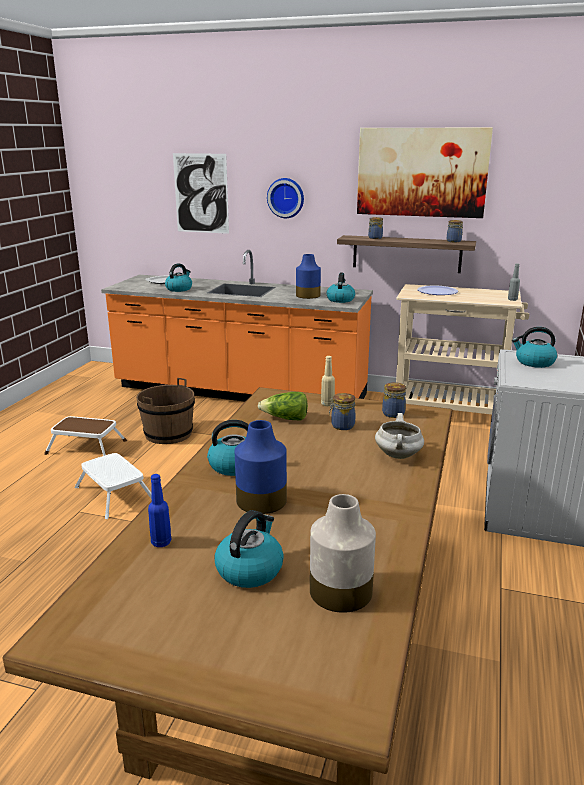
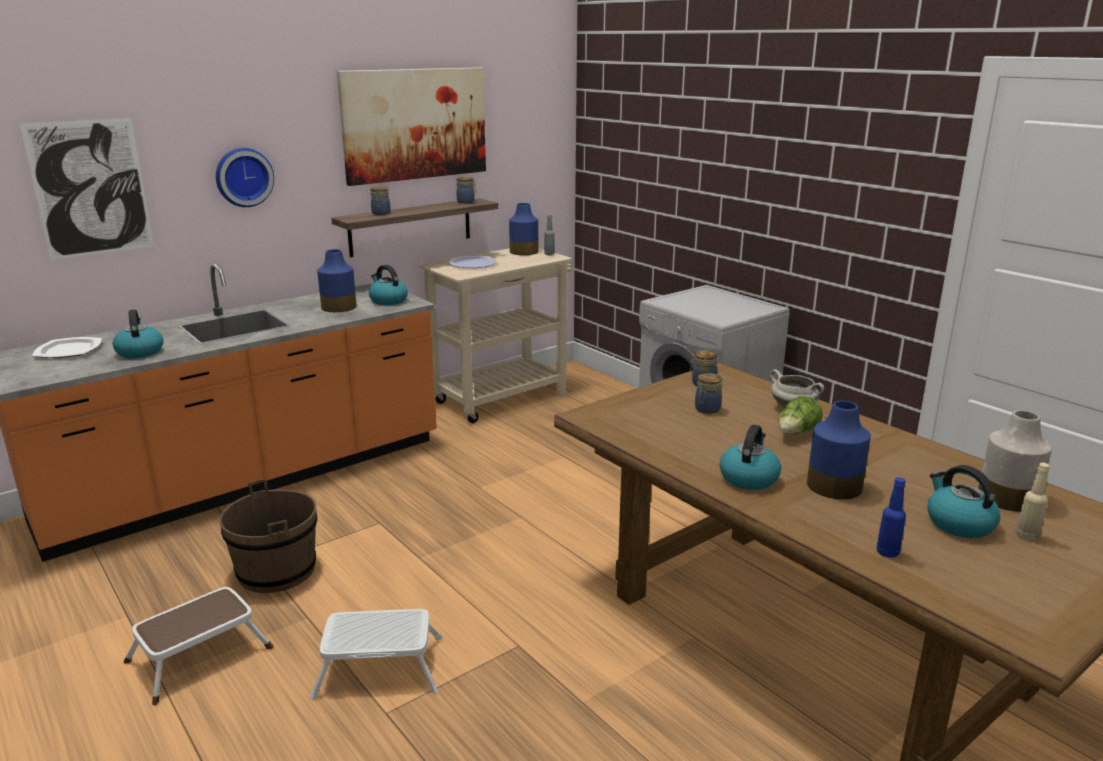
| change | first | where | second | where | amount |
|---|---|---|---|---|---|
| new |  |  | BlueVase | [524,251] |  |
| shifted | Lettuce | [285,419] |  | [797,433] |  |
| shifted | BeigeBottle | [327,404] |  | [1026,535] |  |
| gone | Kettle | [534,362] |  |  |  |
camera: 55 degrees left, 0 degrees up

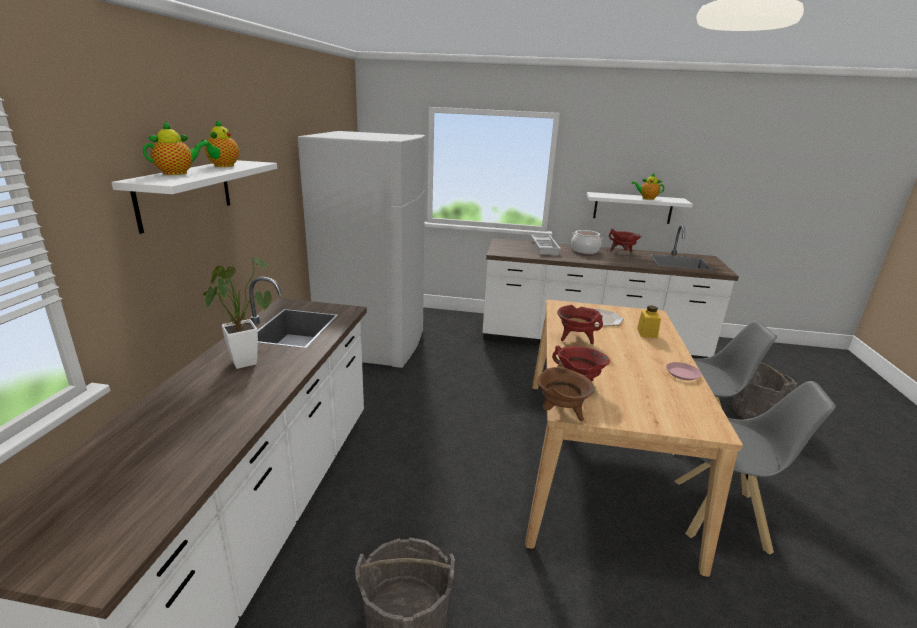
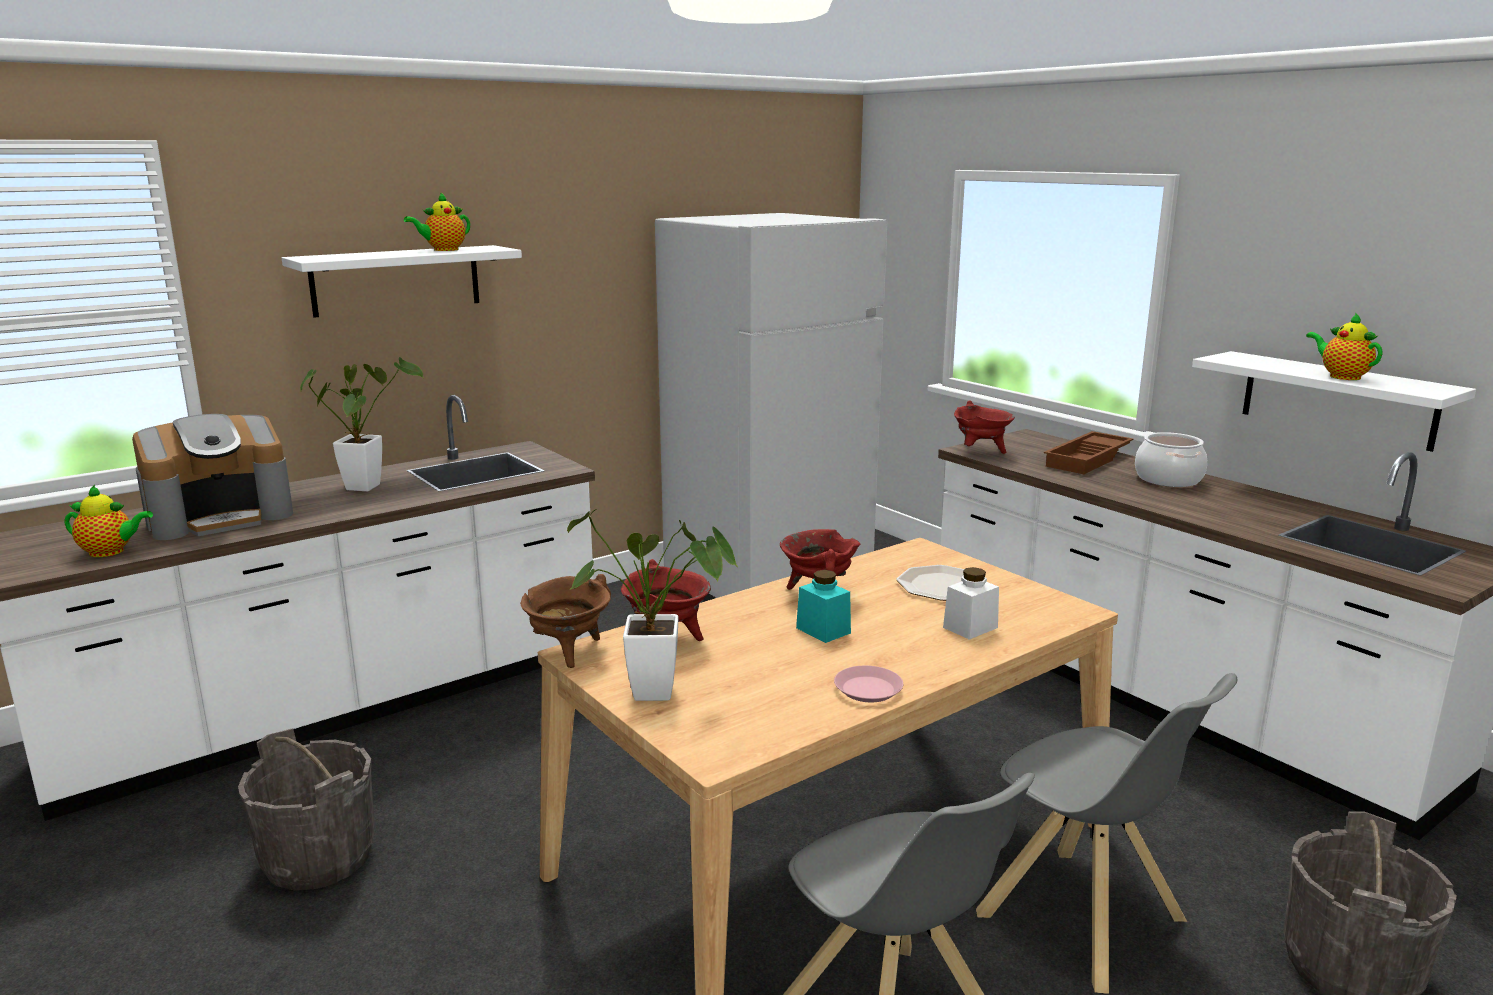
| change | first | where | second | where | amount |
|---|---|---|---|---|---|
| shifted | Teapot | [178,173] |  | [110,552] |  |
| new |  |  | CoffeeMachine | [221,517] |  |
| new |  |  | PottedPlant | [665,693] |  |
| new |  |  | TurquoiseJar | [823,630] |  |
| repainted | YellowJar | [647,333] | WhiteJar | [970,627] |  |
| shifted | RedCookingPot | [622,252] |  | [980,452] |  |
| repainted | WhiteTray | [545,248] | BrownTray | [1089,459] |  |
camera: 45 degrees right, 5 degrees down

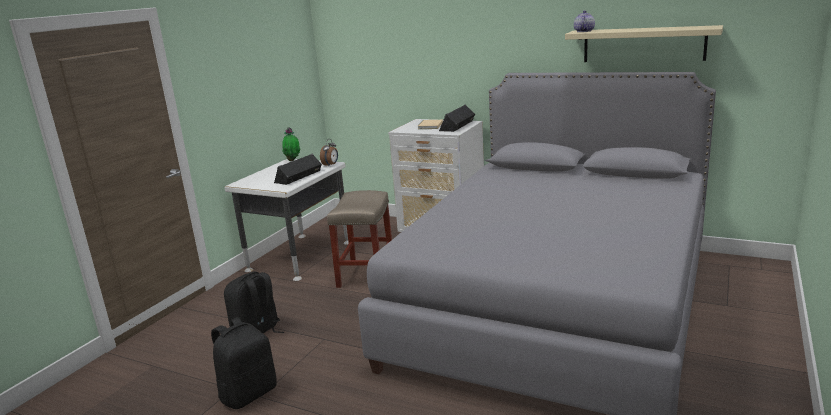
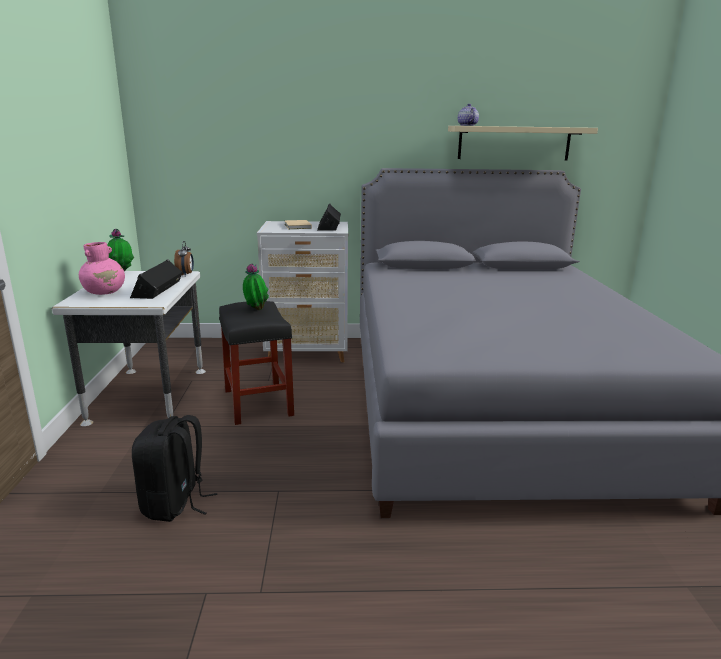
| change | first | where | second | where | amount |
|---|---|---|---|---|---|
| new |  |  | PinkVase | [105,292] |  |
| repainted | BeigeStool | [366,274] | BlackStool | [258,403] |  |
| new |  |  | PottedPlant | [255,310] |  |
| gone | BlackBackpack | [248,393] |  |  |  |
camera: 30 degrees left, 0 degrees up

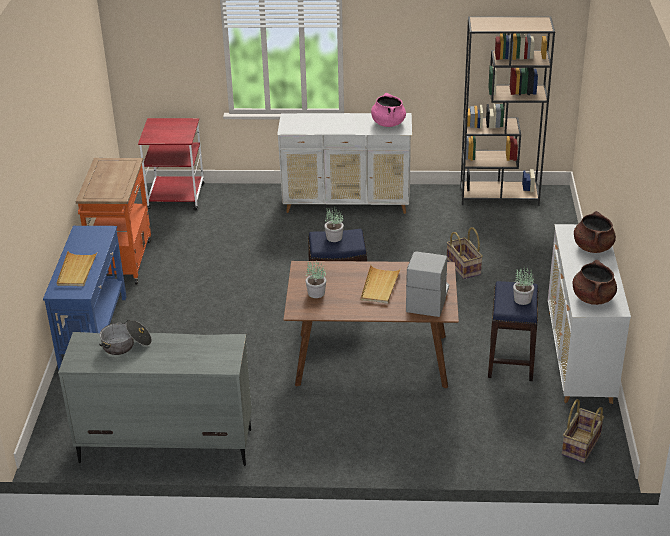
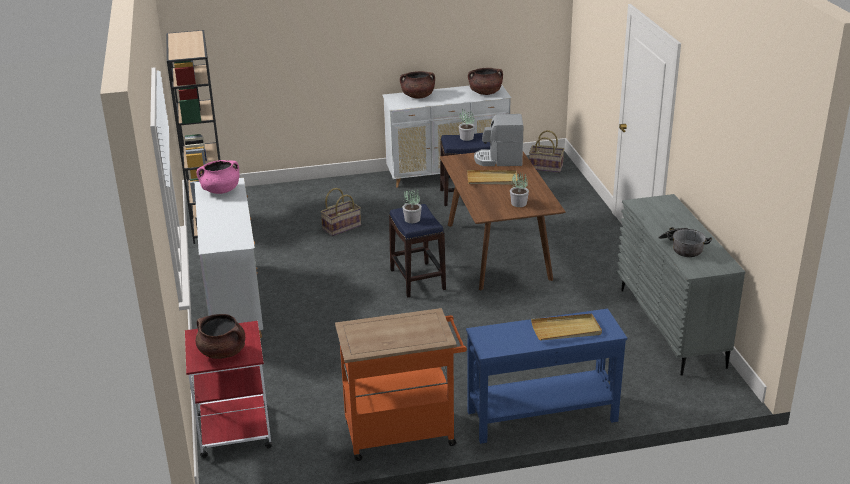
| change | first | where | second | where | amount |
|---|---|---|---|---|---|
| new |  |  | BrownCookingPot | [223,352] |  |
camera: 105 degrees left, 5 degrees down

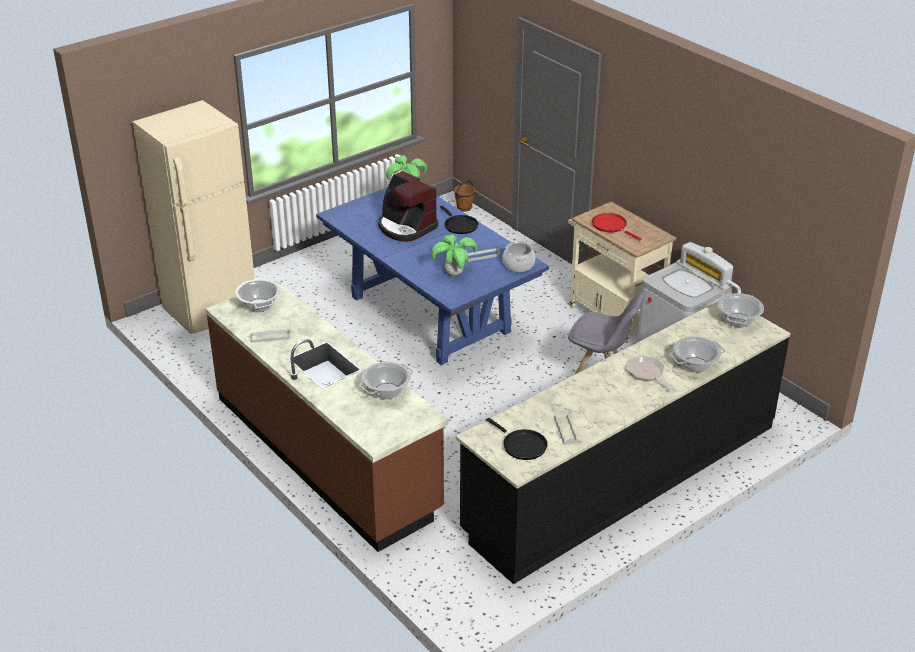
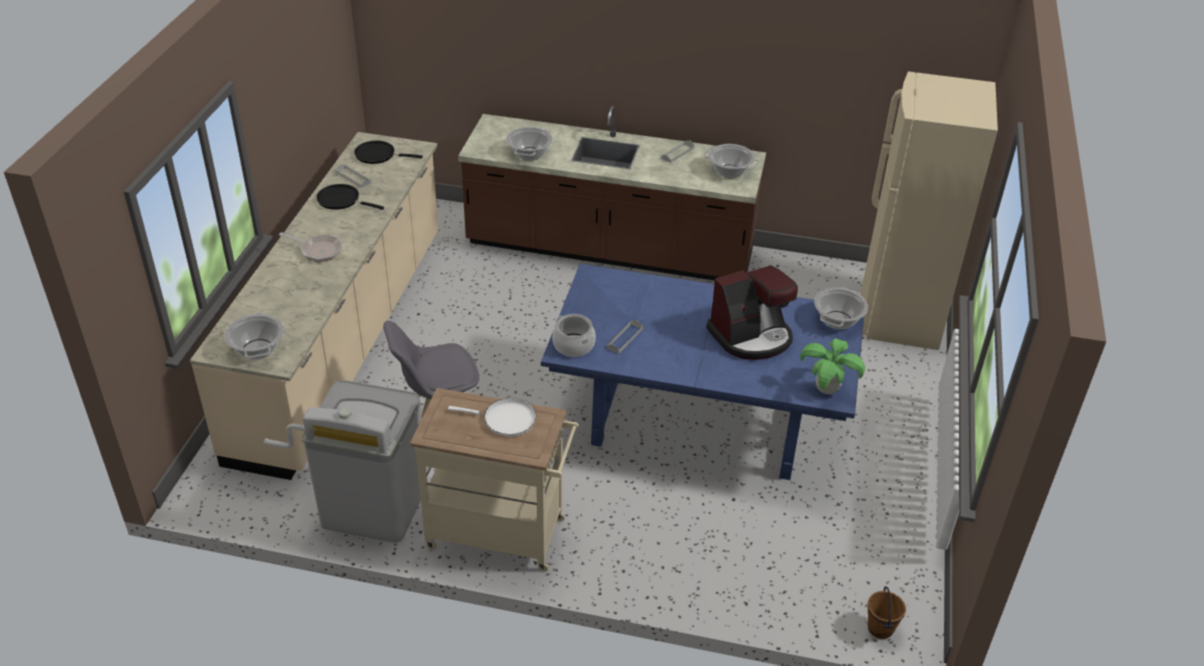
| change | first | where | second | where | amount |
|---|---|---|---|---|---|
| repainted | BlackCounter | [622,478] | BeigeCounter | [343,342] |  |
| shifted | BlackFryingPan | [459,225] |  | [341,200] |  |
| repainted | RedFryingPan | [611,226] | WhiteFryingPan | [506,420] |  |
| rotated | CoffeeMachine | [406,227] |  | [751,336] | 150 degrees clockwise |
| shifted | CookingPot | [695,365] |  | [837,320] |  |
| gone | PottedPlant | [454,273] |  |  |  |
camera: 140 degrees right, 5 degrees up

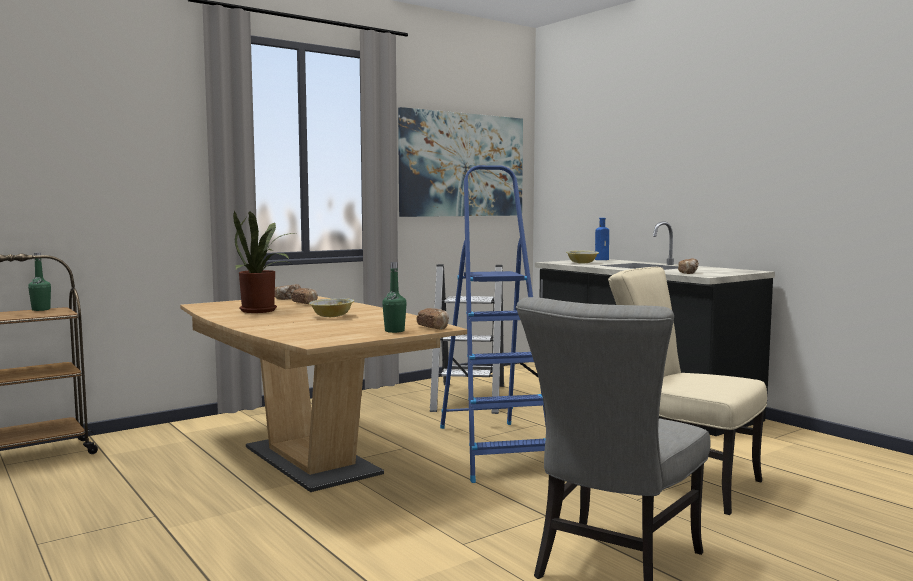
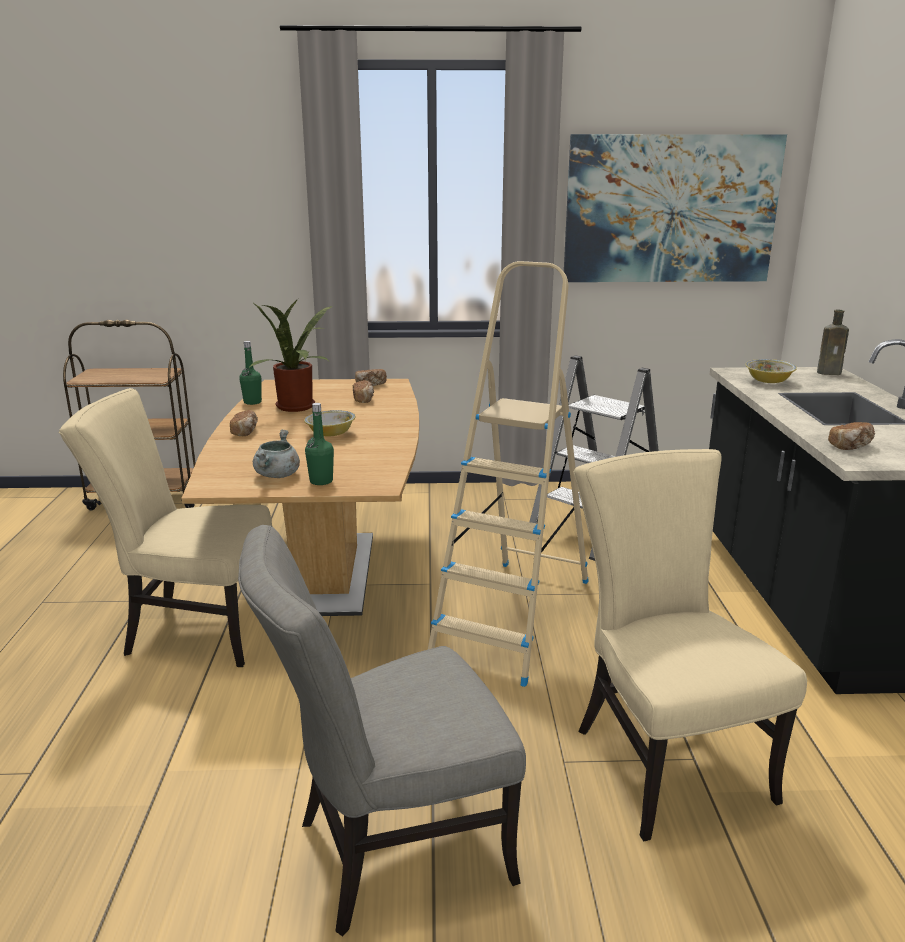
| change | first | where | second | where | amount |
|---|---|---|---|---|---|
| new |  |  | BeigeChair | [193,629] |  |
| shifted | Bread | [433,328] |  | [245,432] |  |
| shifted | GreenBottle | [41,309] |  | [252,402] |  |
| new |  |  | GreyCookingPot | [277,475] |  |
| repainted | BlueStepLadder | [493,449] | BeigeStepLadder | [513,617] |  |
| repainted | BlueBottle | [602,259] | BrownBottle | [830,373] |  |
camera: 35 degrees right, 15 degrees up

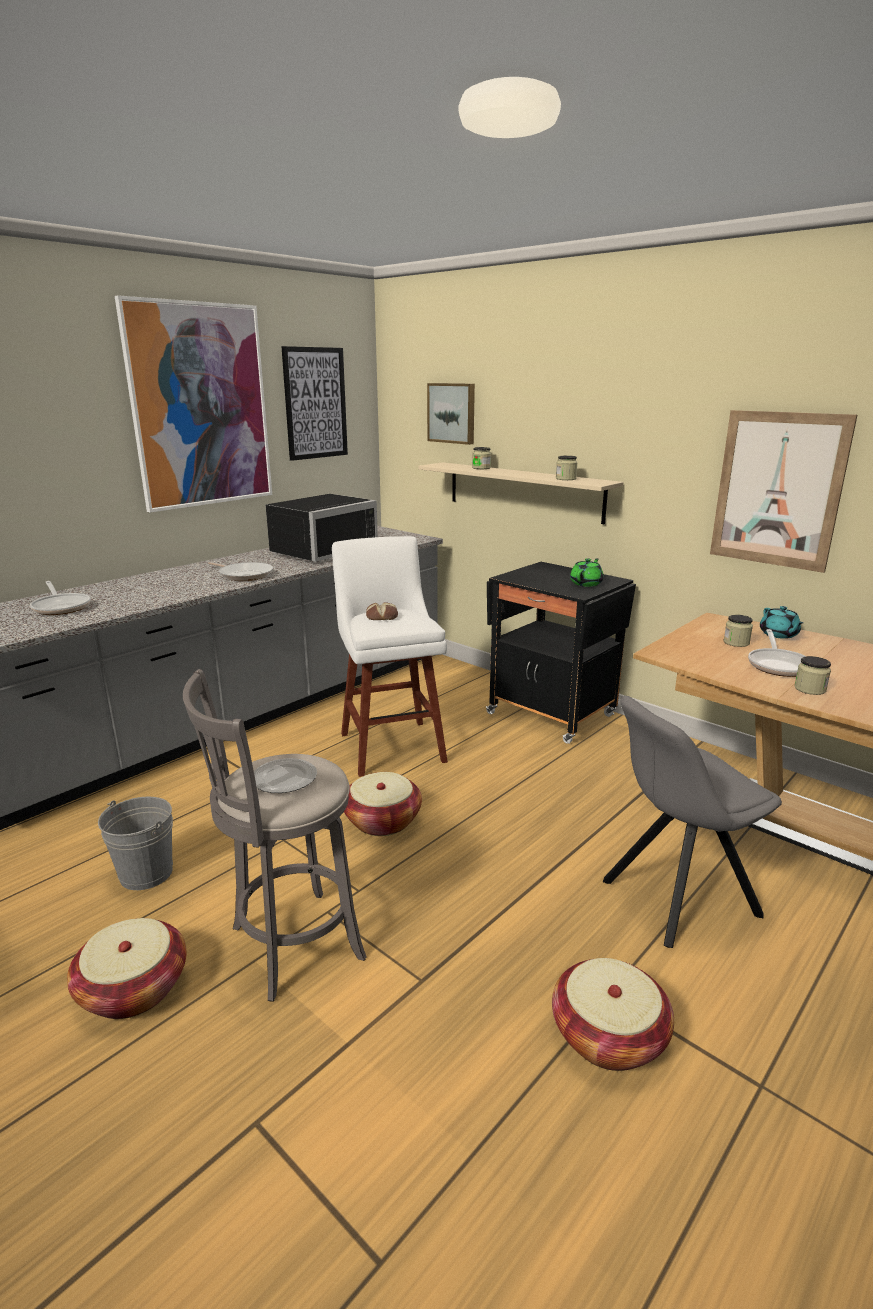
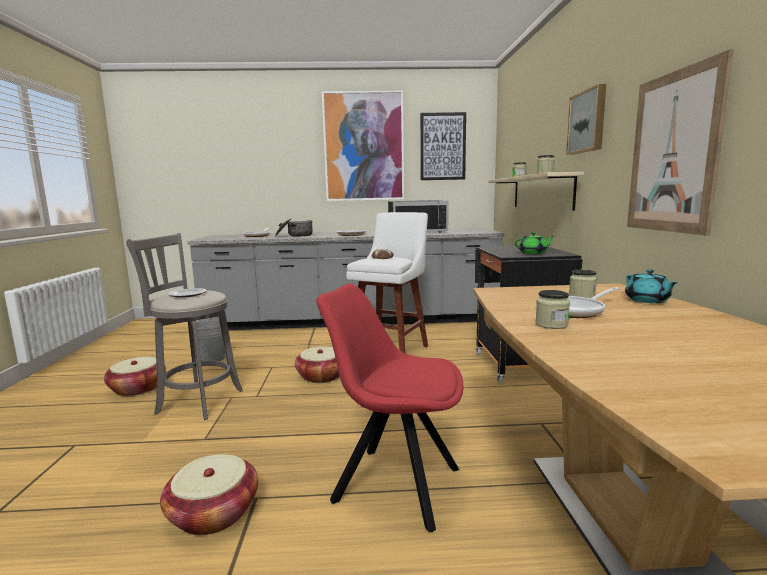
| change | first | where | second | where | amount |
|---|---|---|---|---|---|
| new |  |  | CookingPot | [294,235] |  |
| repainted | GreyChair | [678,897] | RedChair | [395,485] |  |
| shifted | Picture | [452,413] |  | [588,122] |  |
| rotated | TurquoiseTeapot | [779,635] |  | [647,300] | 45 degrees counterclockwise |
camera: 45 degrees right, 10 degrees down

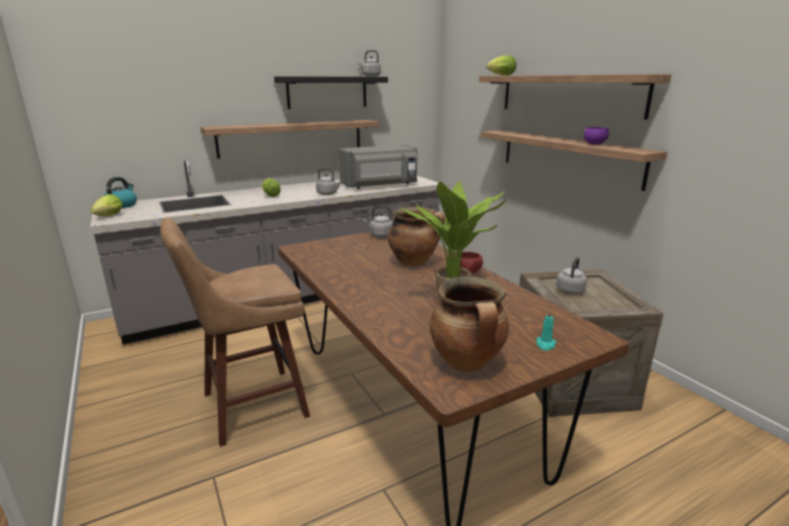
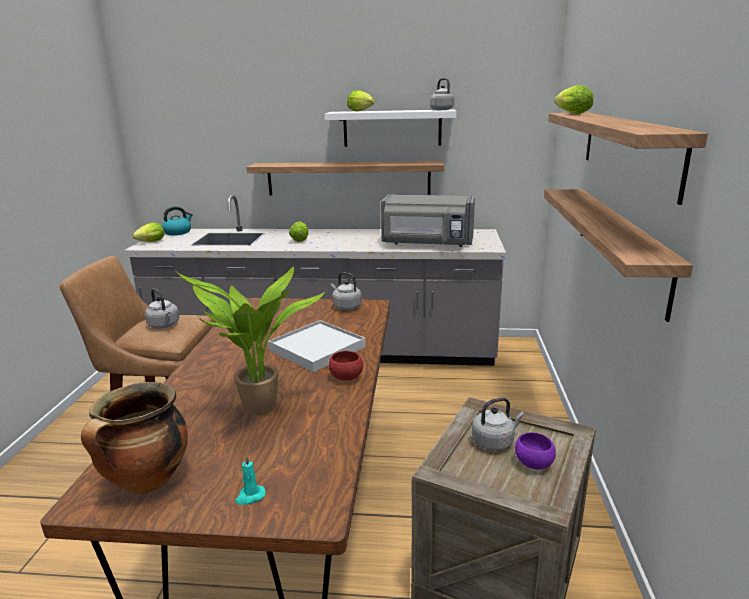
| change | first | where | second | where | amount |
|---|---|---|---|---|---|
| shifted | GreyKettle | [328,194] |  | [164,325] |  |
| swapped | CookingPot | [414,262] | WhiteTray | [317,349] |  |
| repainted | BlackShelf | [327,92] | WhiteShelf | [392,128] |  |
| new |  |  | Lettuce | [361,111] |  |
| shifted | PurpleBowl | [594,144] |  | [533,464] |  |
camera: 35 degrees right, 0 degrees up

